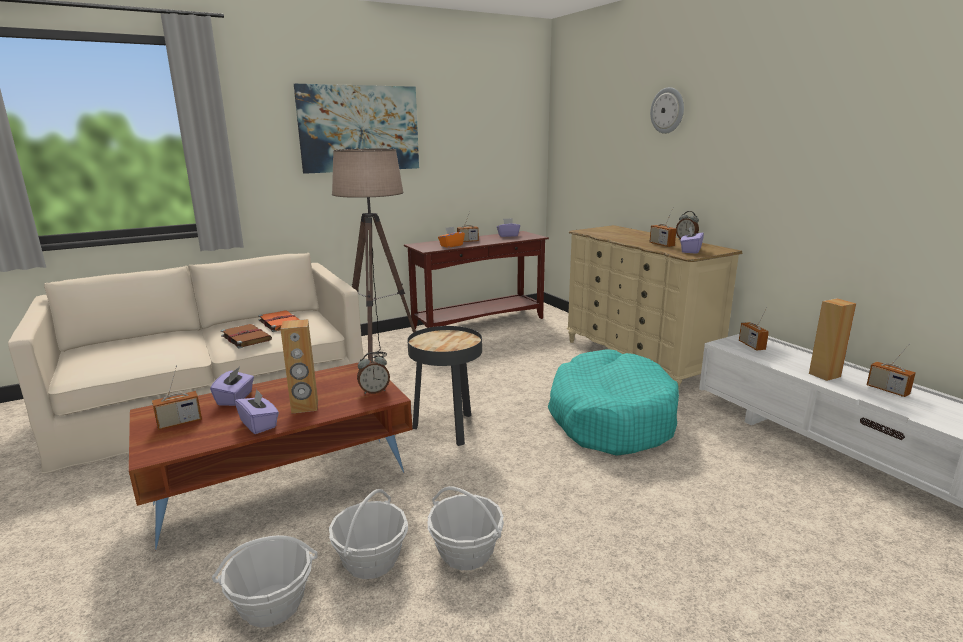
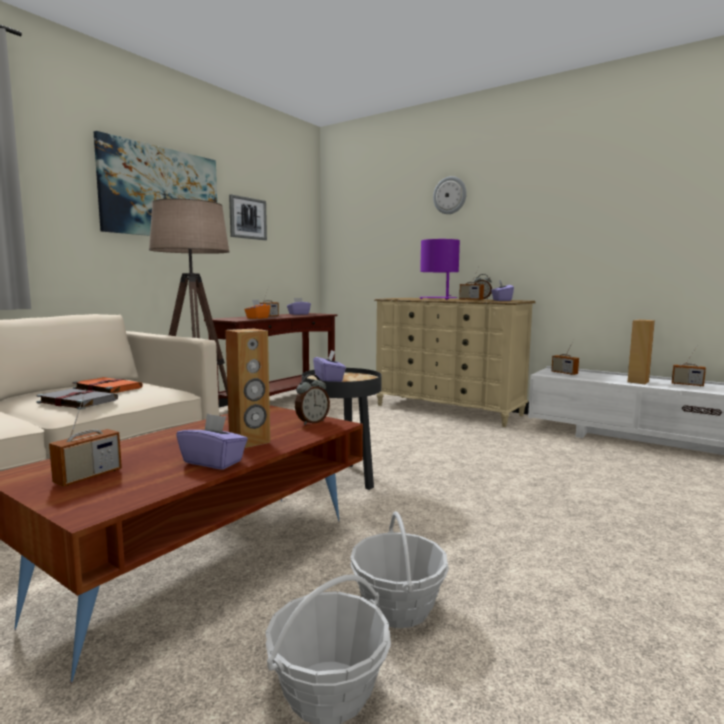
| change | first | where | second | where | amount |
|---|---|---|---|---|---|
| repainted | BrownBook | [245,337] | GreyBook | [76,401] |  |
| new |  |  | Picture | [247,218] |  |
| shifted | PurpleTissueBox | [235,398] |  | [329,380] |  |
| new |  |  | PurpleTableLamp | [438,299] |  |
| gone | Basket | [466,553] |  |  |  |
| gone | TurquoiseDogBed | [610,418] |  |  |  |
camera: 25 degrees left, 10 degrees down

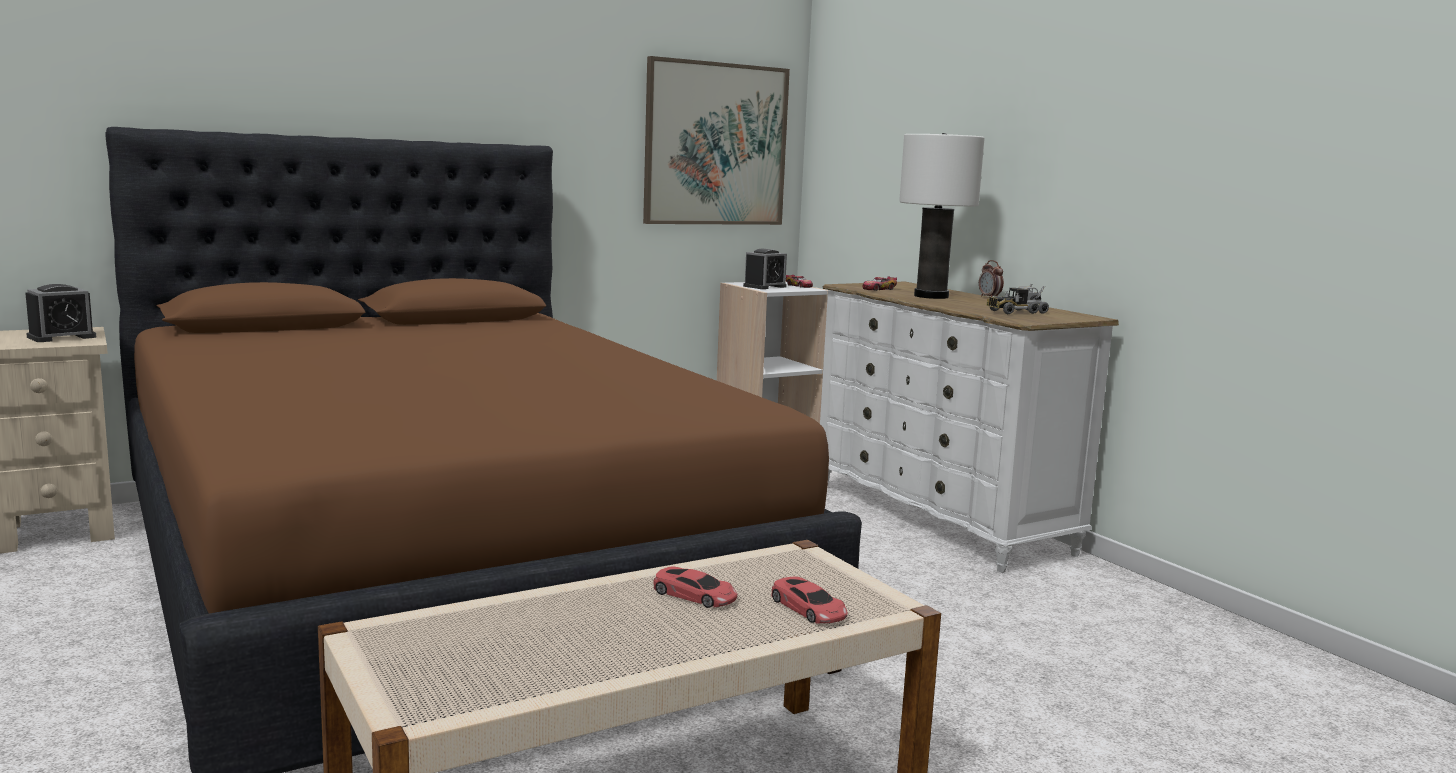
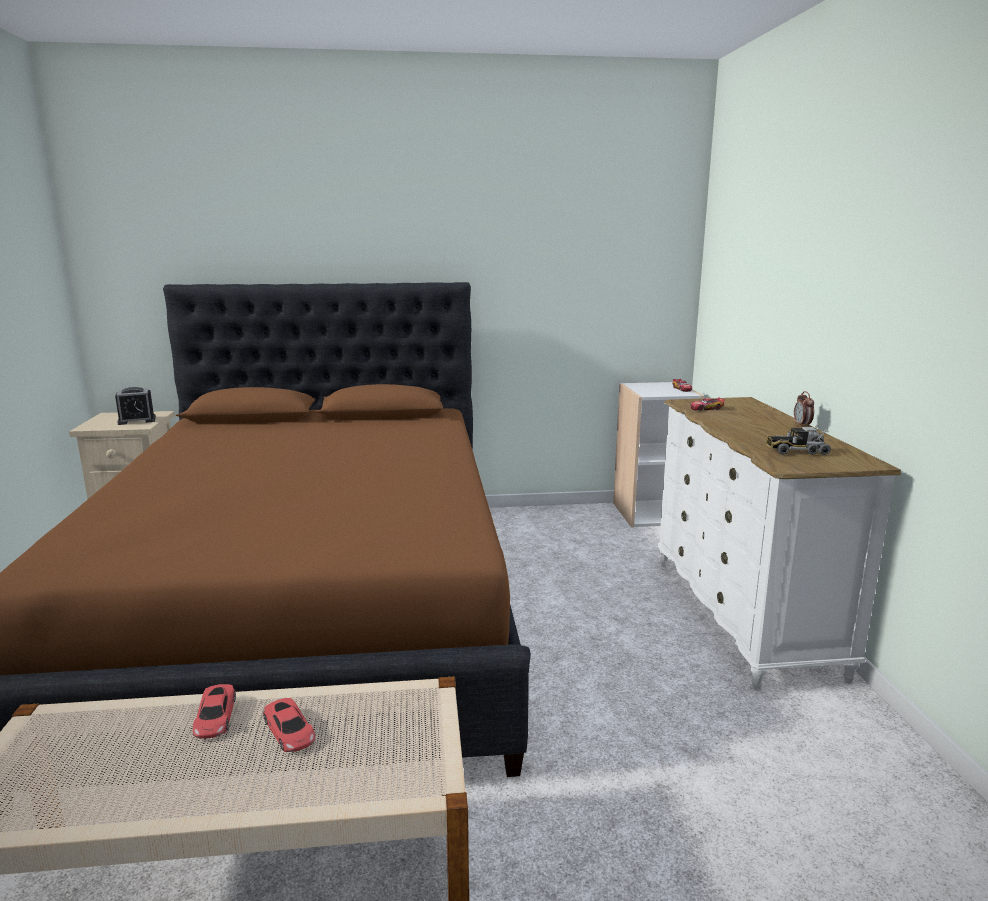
| change | first | where | second | where | amount |
|---|---|---|---|---|---|
| shifted | RedToyCar | [808,608] |  | [215,717] |  |
| gone | Picture | [715,144] |  |  |  |
| gone | AlarmClock | [764,286] |  |  |  |
| gone | WhiteTableLamp | [931,296] |  |  |  |
camera: 25 degrees right, 5 degrees up

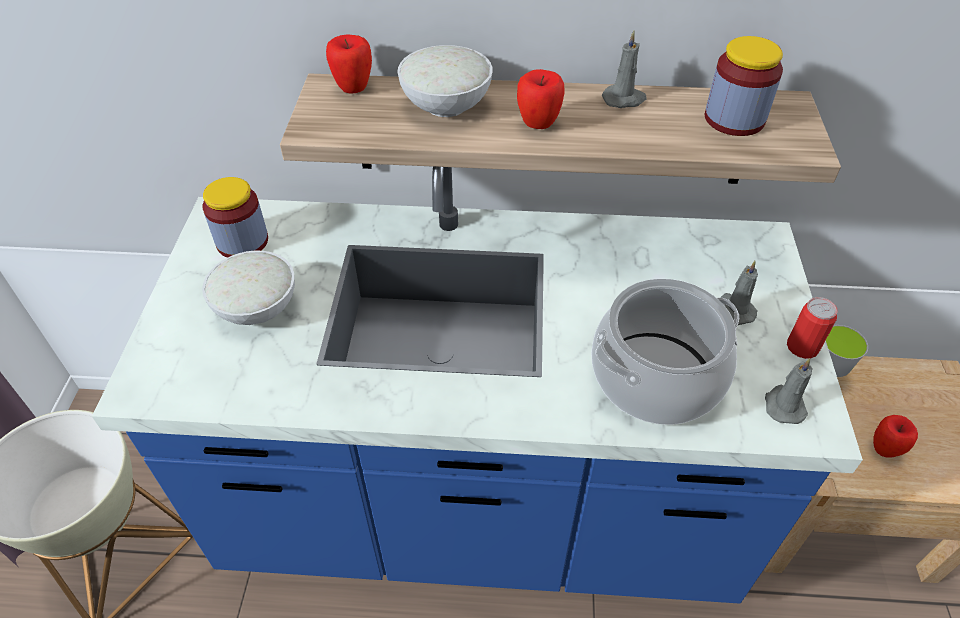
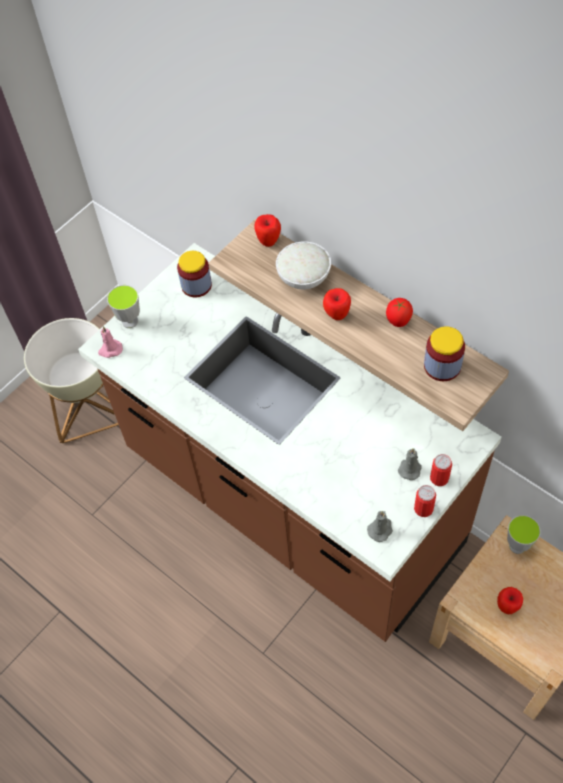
| change | first | where | second | where | amount |
|---|---|---|---|---|---|
| repainted | BlueCounter | [480,509] | BrownCounter | [291,501] |  |
| new |  |  | PinkCandle | [110,350] |  |
| new |  |  | Cup | [130,321] |  |
| swapped | GreyCandle | [624,99] | Tomato | [398,321] |  |
| new |  |  | Can | [439,478] |  |
| gone | WhiteBowl | [255,308] |  |  |  |
| gone | CookingPot | [655,376] |  |  |  |
camera: 40 degrees right, 10 degrees up

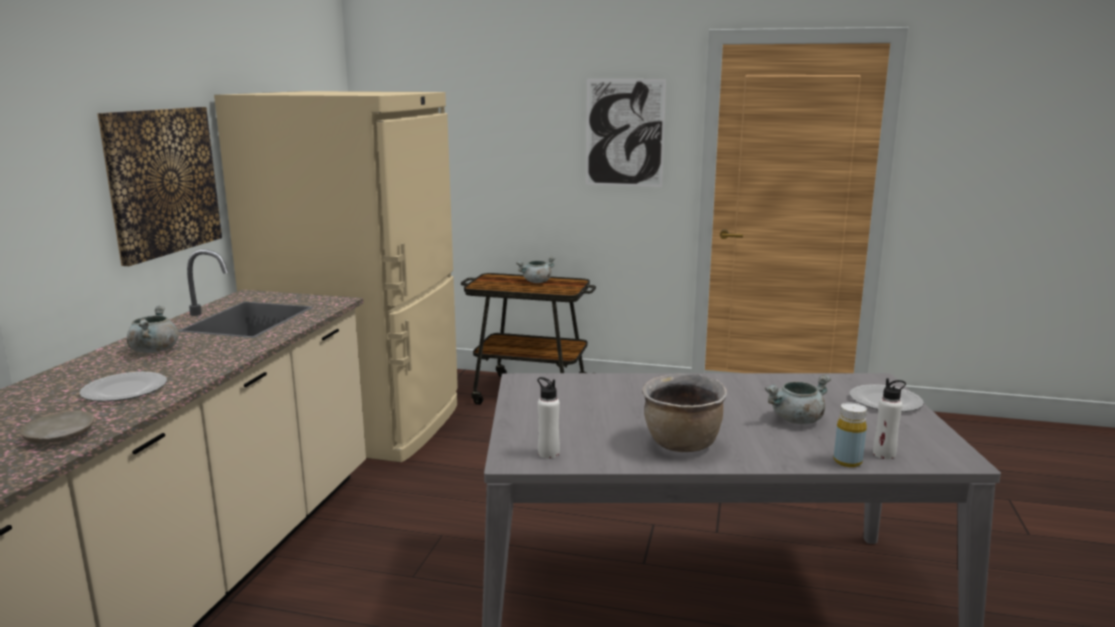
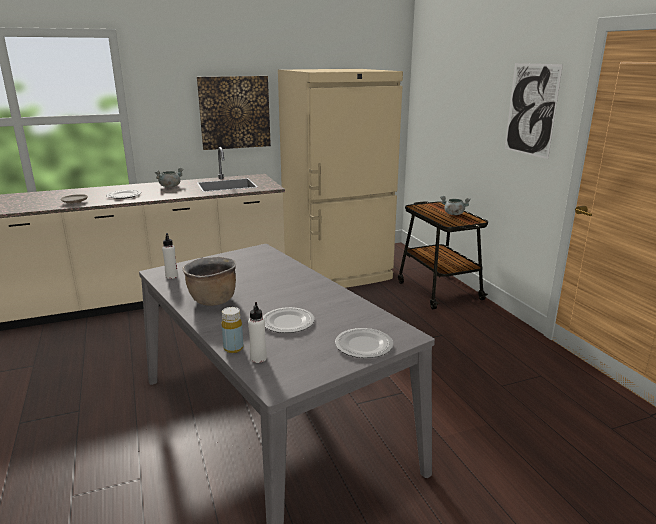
| change | first | where | second | where | amount |
|---|---|---|---|---|---|
| swapped | GreyCookingPot | [796,420] | Plate | [287,322] |  |
camera: 55 degrees right, 5 degrees up

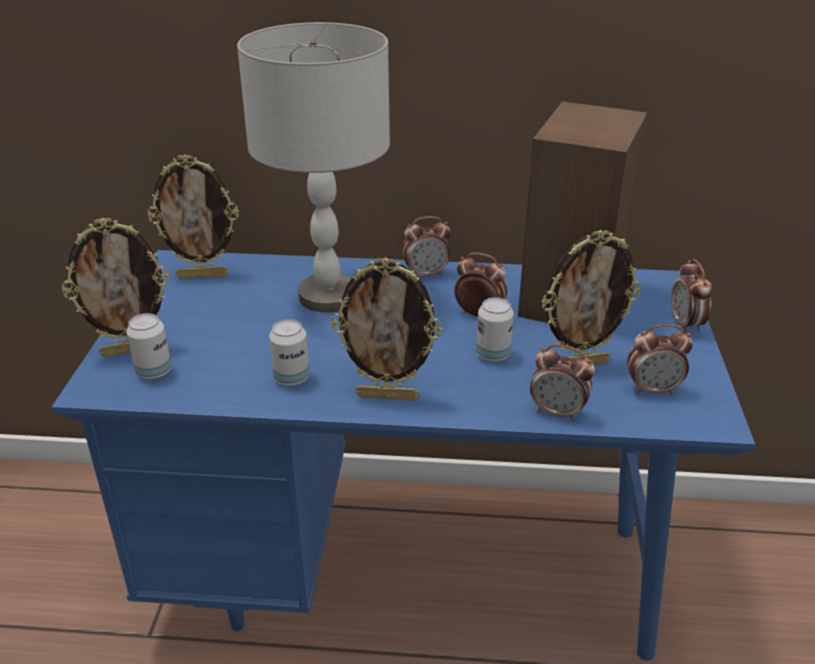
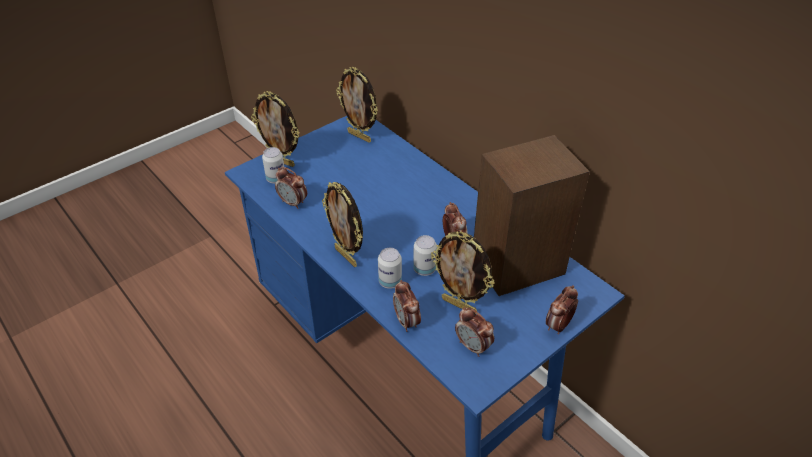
| change | first | where | second | where | amount |
|---|---|---|---|---|---|
| shifted | AlarmClock | [426,274] |  | [293,203] |  |
| shifted | Can | [291,378] |  | [390,282] |  |
| gone | GreyTableLamp | [327,297] |  |  |  |
camera: 45 degrees right, 10 degrees up

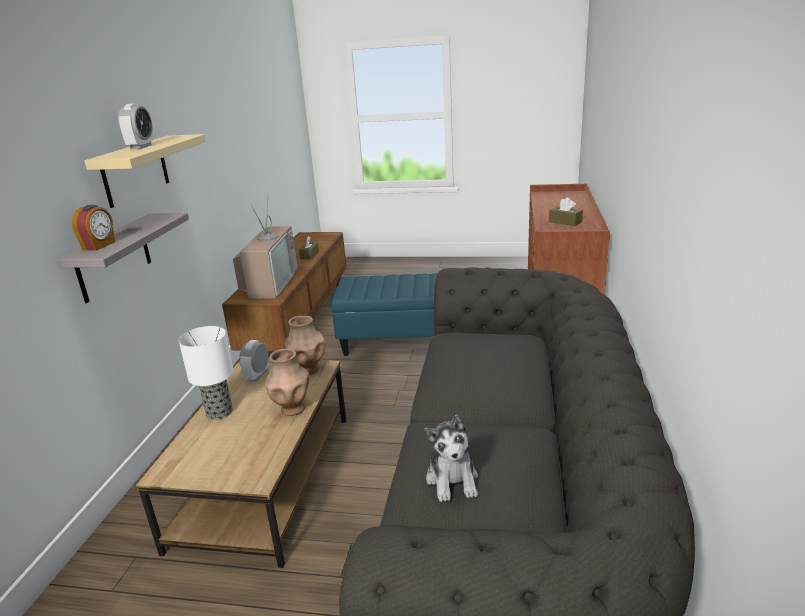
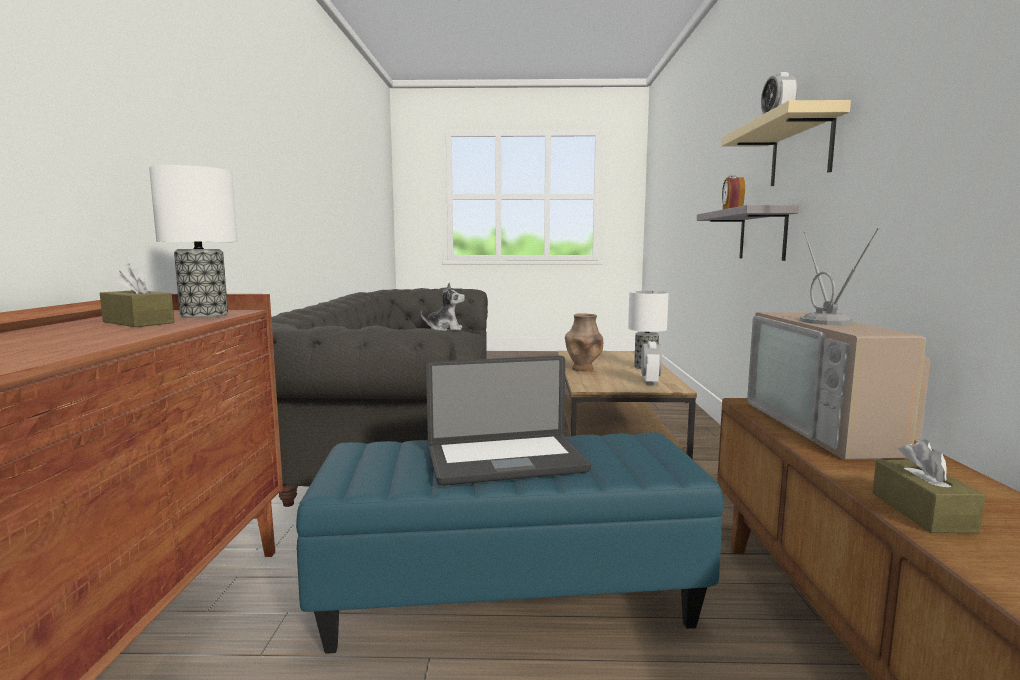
| change | first | where | second | where | amount |
|---|---|---|---|---|---|
| new |  |  | TableLamp | [205,315] |  |
| rotated | PlushToy | [453,480] |  | [445,329] | 105 degrees clockwise |
| new |  |  | Laptop | [506,462] |  |
| gone | BrownVase | [308,370] |  |  |  |
camera: 170 degrees right, 15 degrees down

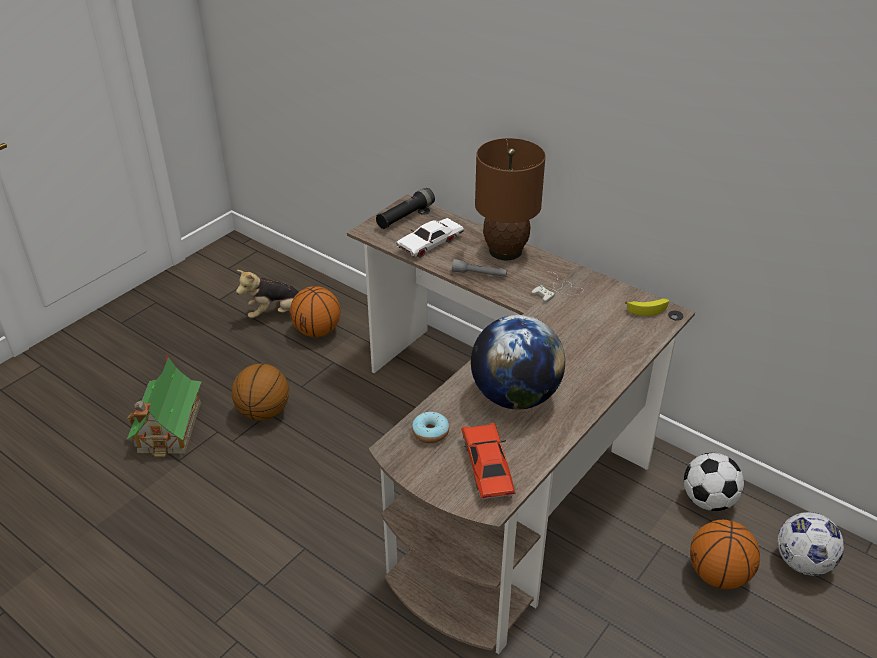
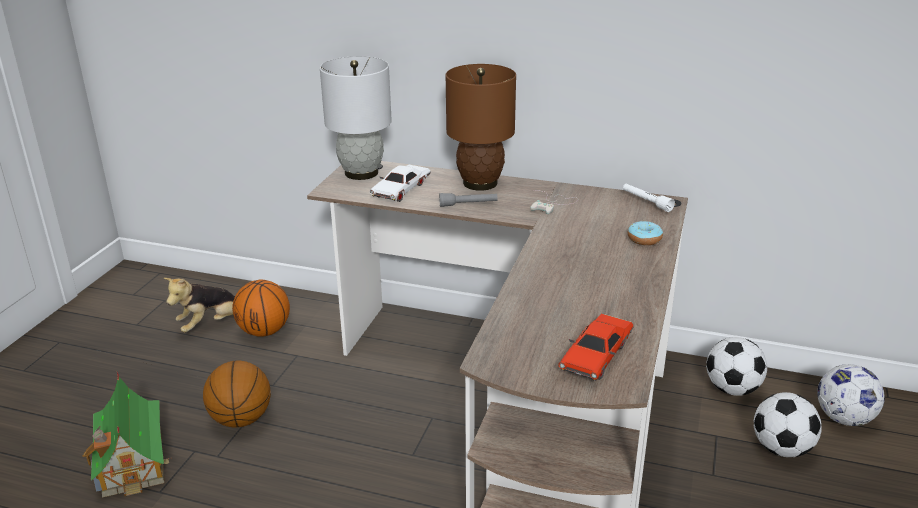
| change | first | where | second | where | amount |
|---|---|---|---|---|---|
| swapped | BlackFlashlight | [405,216] | WhiteTableLamp | [361,173] |  |
| rotated | RedToyCar | [487,468] |  | [596,355] | 120 degrees counterclockwise |
| swapped | Banana | [648,309] | WhiteFlashlight | [646,202] |  |
| shifted | Donut | [430,432] |  | [644,239] |  |
| swapped | Basketball | [718,575] | Football | [781,449] |  |
| gone | Globe | [515,396] |  |  |  |
camera: 20 degrees left, 10 degrees down

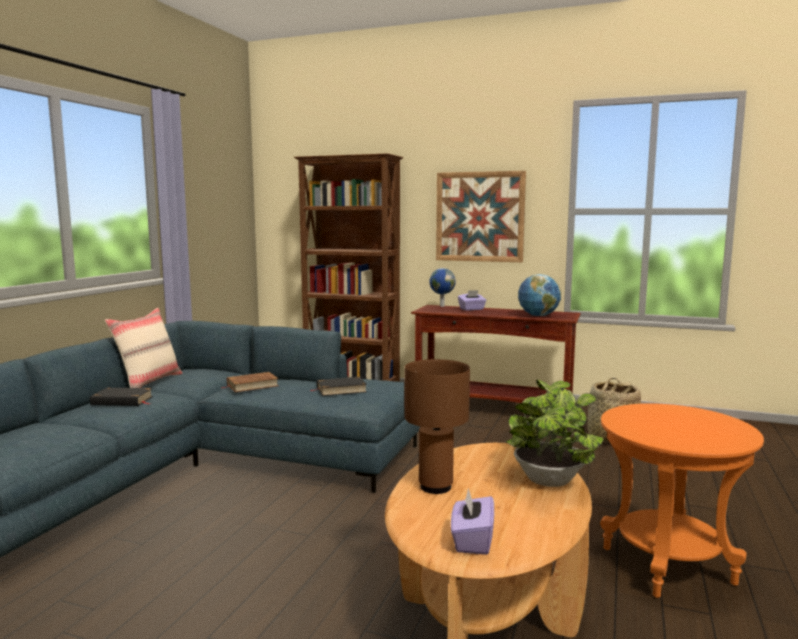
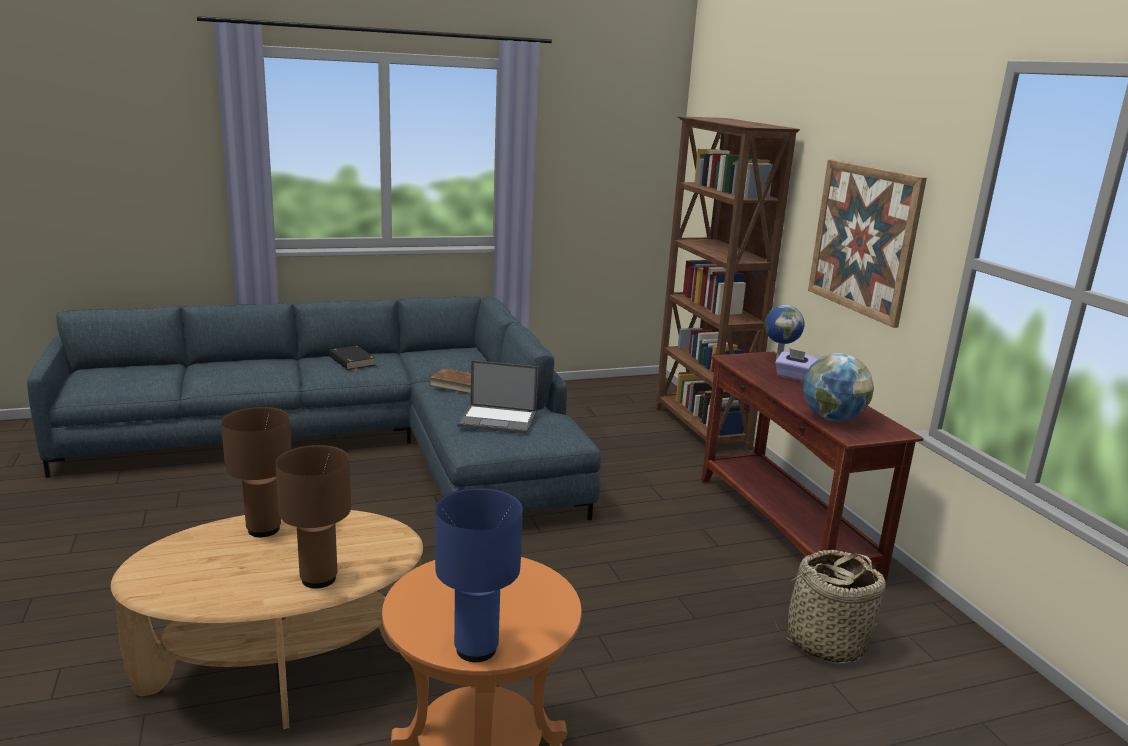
| change | first | where | second | where | amount |
|---|---|---|---|---|---|
| swapped | PottedPlant | [549,483] | BrownTableLamp | [320,579] |  |
| new |  |  | BlueTableLamp | [477,650] |  |
| swapped | BlackBook | [341,390] | Laptop | [499,420] |  |
| gone | BeigePillow | [148,382] |  |  |  |
| gone | PurpleTissueBox | [472,541] |  |  |  |
camera: 50 degrees right, 10 degrees up

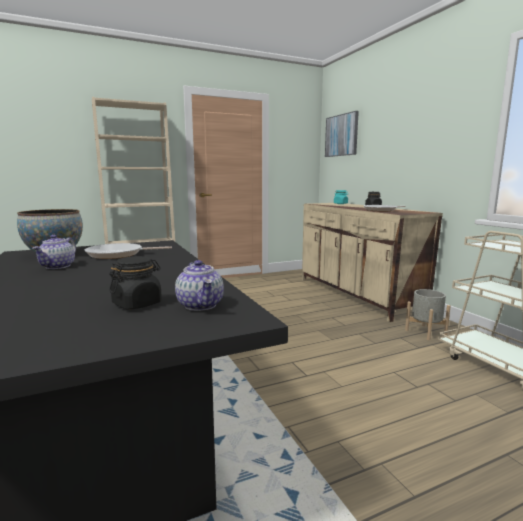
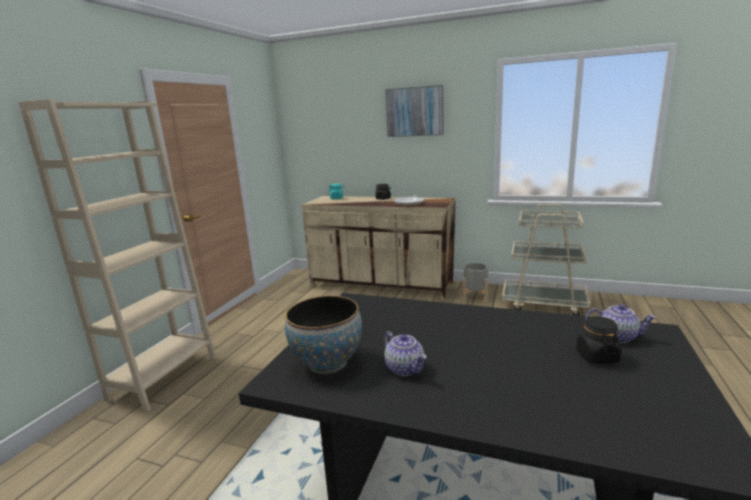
| change | first | where | second | where | amount |
|---|---|---|---|---|---|
| shifted | Picture | [341,135] |  | [414,112] |  |
| gone | FryingPan | [118,254] |  |  |  |
camera: 45 degrees left, 5 degrees up

